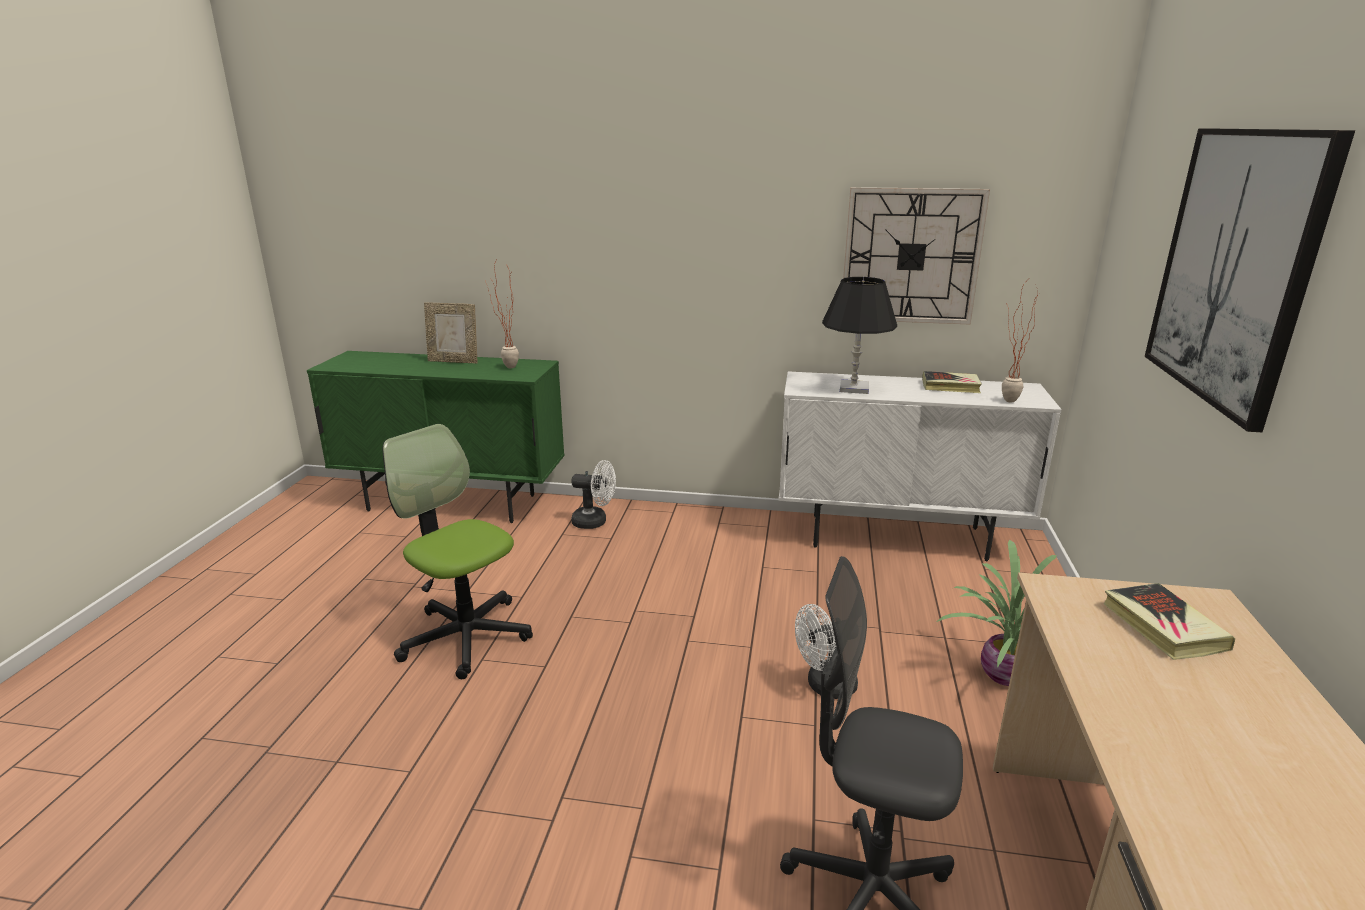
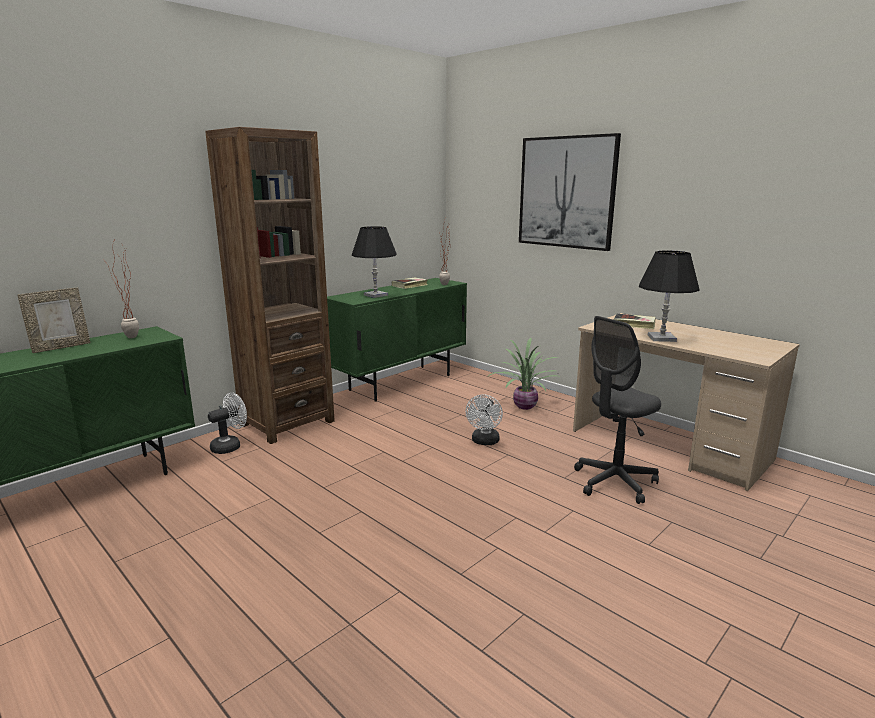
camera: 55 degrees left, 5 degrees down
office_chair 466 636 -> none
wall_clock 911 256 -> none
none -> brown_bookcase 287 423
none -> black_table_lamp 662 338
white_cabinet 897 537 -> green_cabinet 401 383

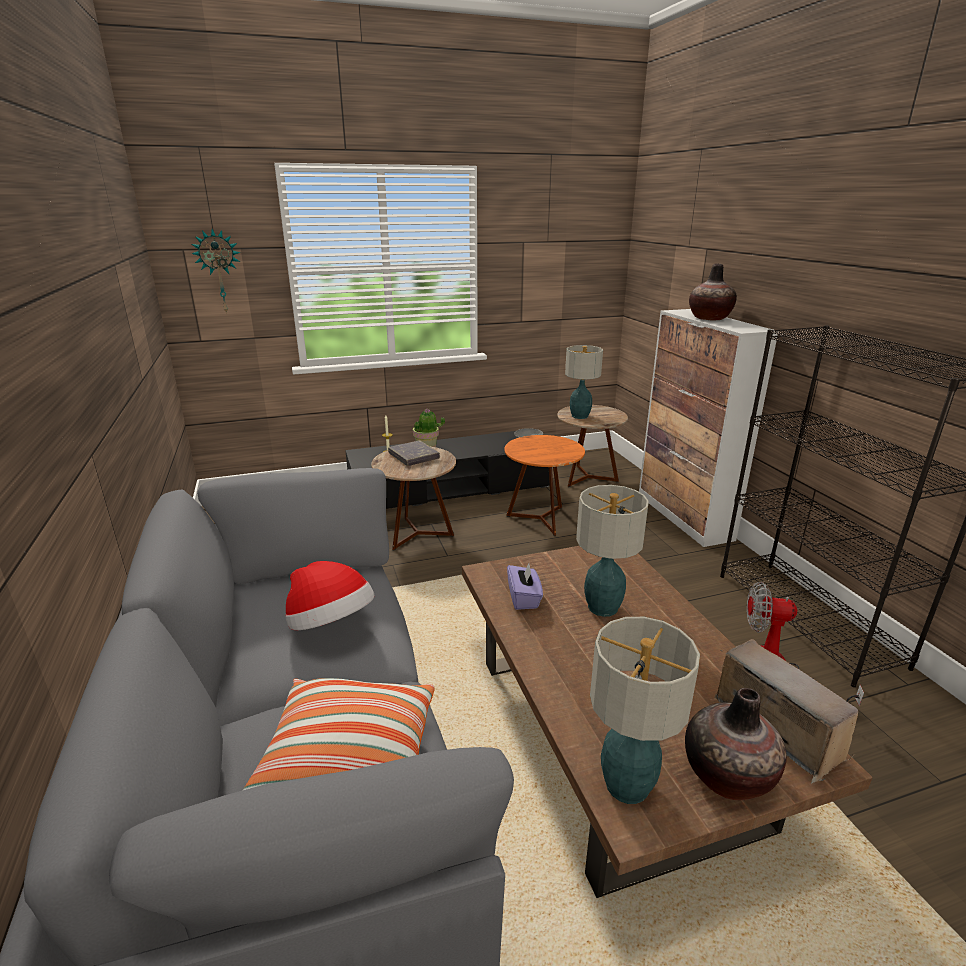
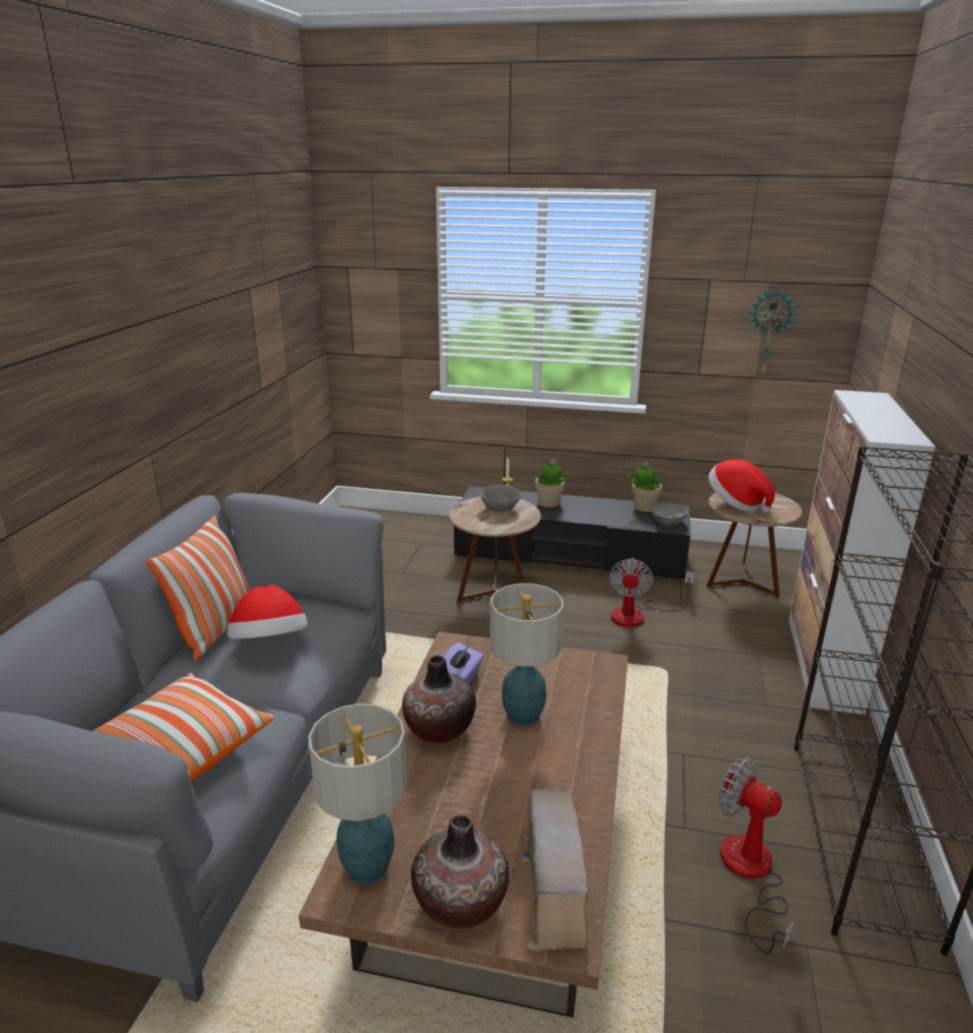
camera: 30 degrees right, 0 degrees up
none -> pillow 216 629
none -> potted_plant 644 507
wall_clock 219 271 -> wall_clock 769 331, relocated
vase 709 318 -> vase 439 728, relocated
grey_book 413 456 -> grey_bowl 499 509
orange_side_table 541 519 -> fan 638 615
table_lamp 580 416 -> hat 736 503

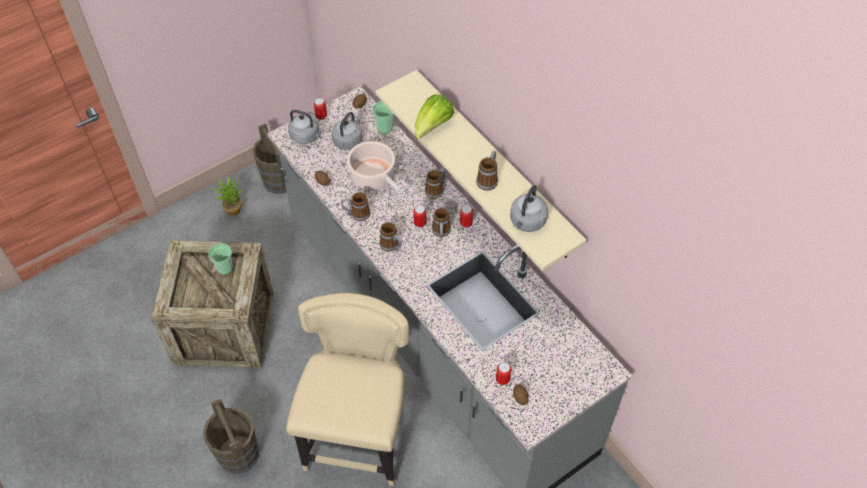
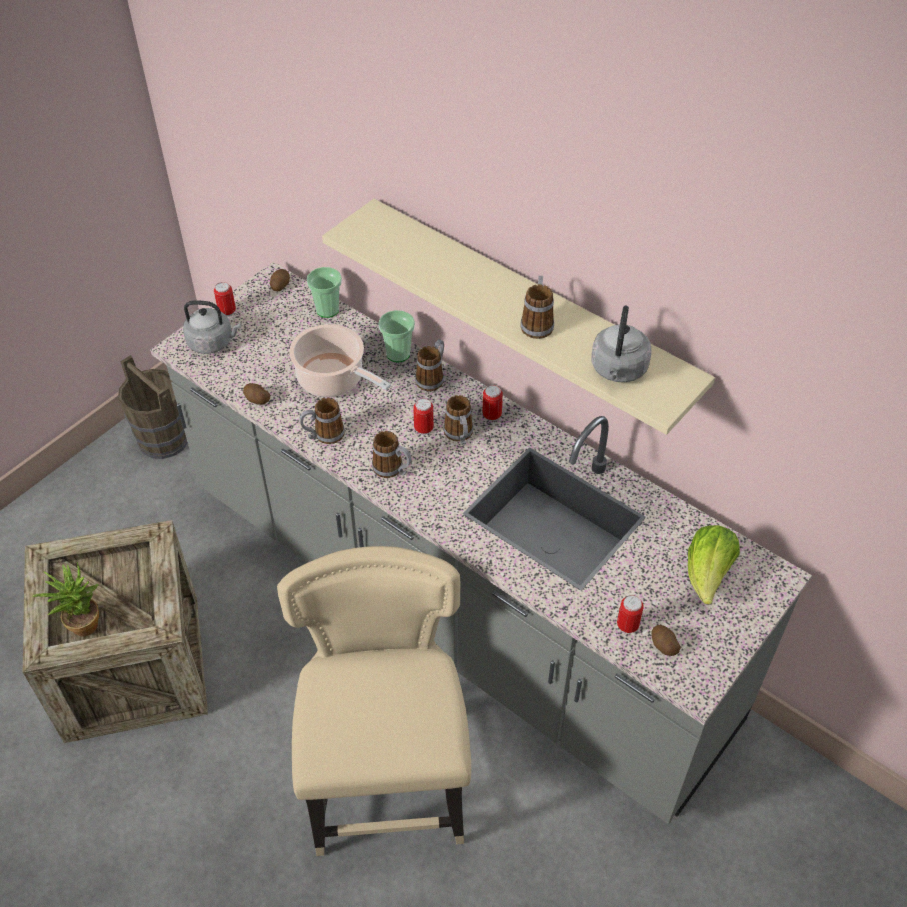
camera: 15 degrees left, 5 degrees down
brown_bucket 238 454 -> none
grey_kettle 348 140 -> none
cup 224 268 -> cup 398 354, relocated
potted_plant 232 208 -> potted_plant 81 622, relocated
lettuce 432 127 -> lettuce 707 575, relocated

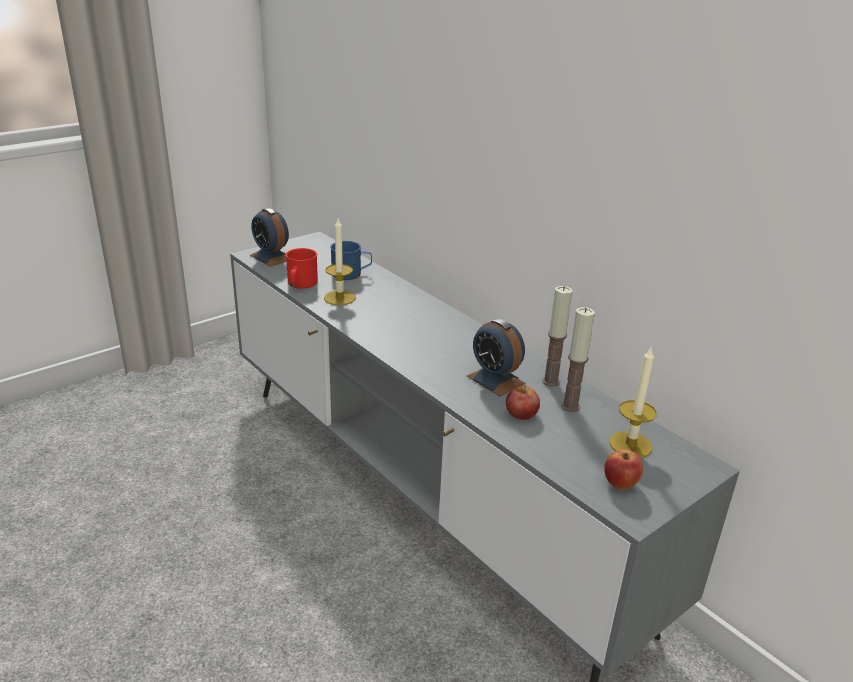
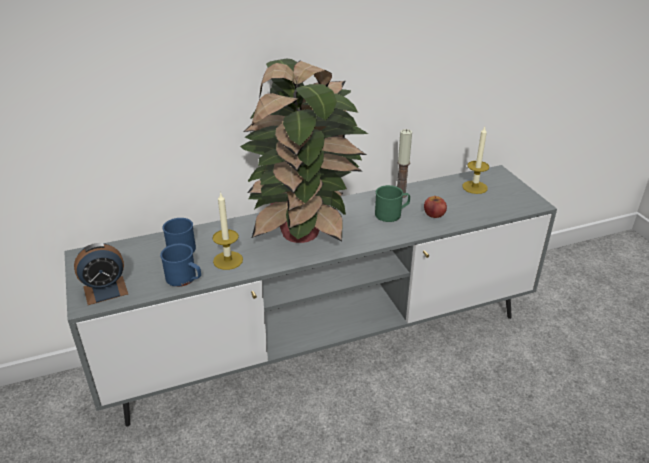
camera: 70 degrees left, 5 degrees up
candle 570 406 -> none
apple 620 483 -> none
none -> potted_plant 303 230
alarm_clock 495 380 -> green_mug 392 214
red_mug 300 284 -> blue_mug 185 279

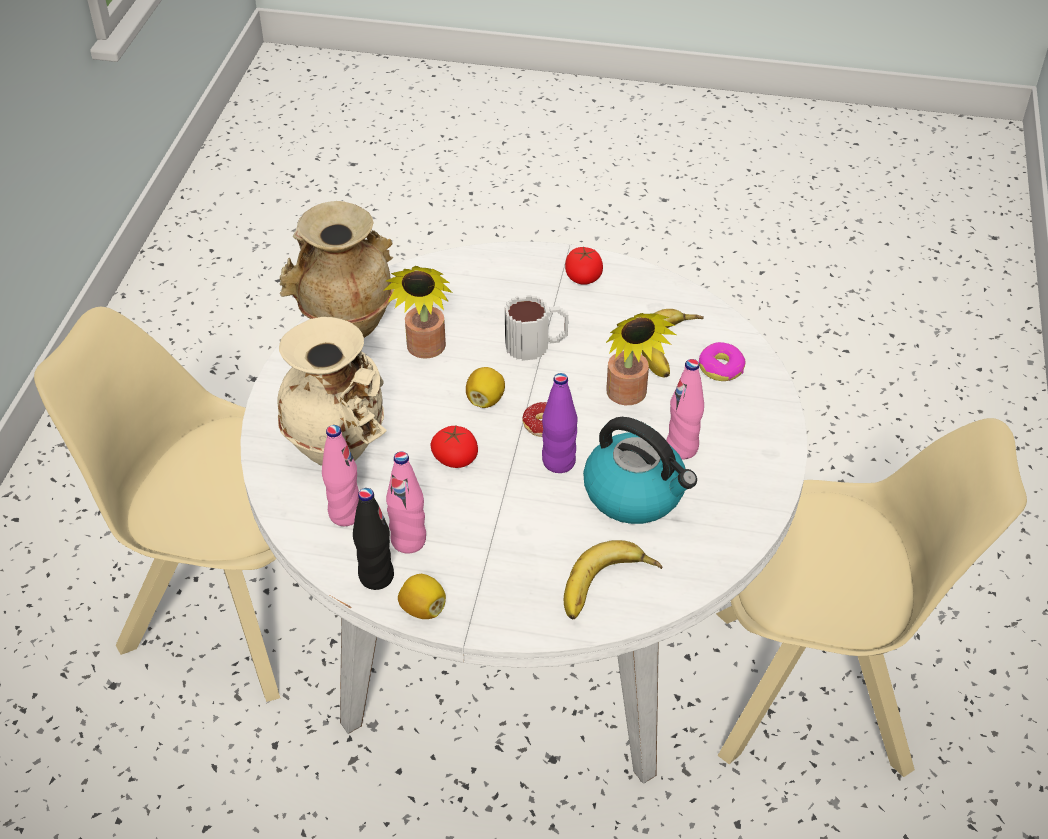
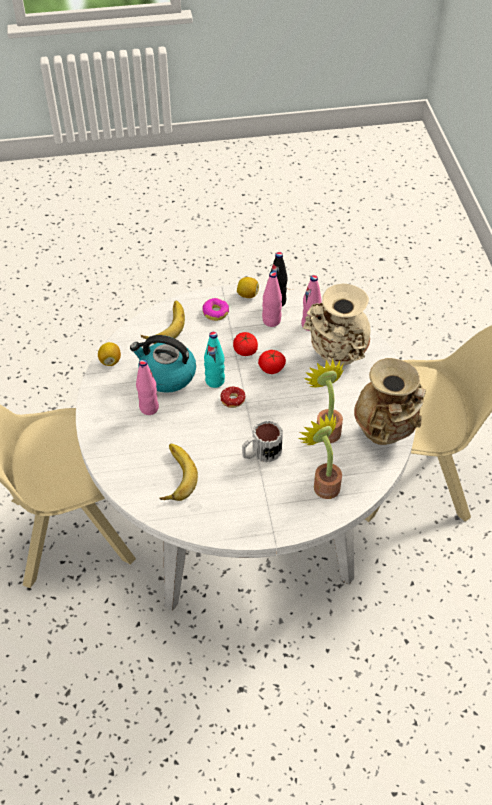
camera: 160 degrees right, 5 degrees up
lemon 485 400 -> lemon 110 361, relocated
tomato 583 277 -> tomato 245 350, relocated
potted_plant 628 397 -> potted_plant 323 483, relocated
donut 721 368 -> donut 215 312, relocated
purple_bottle 558 462 -> turquoise_bottle 215 381

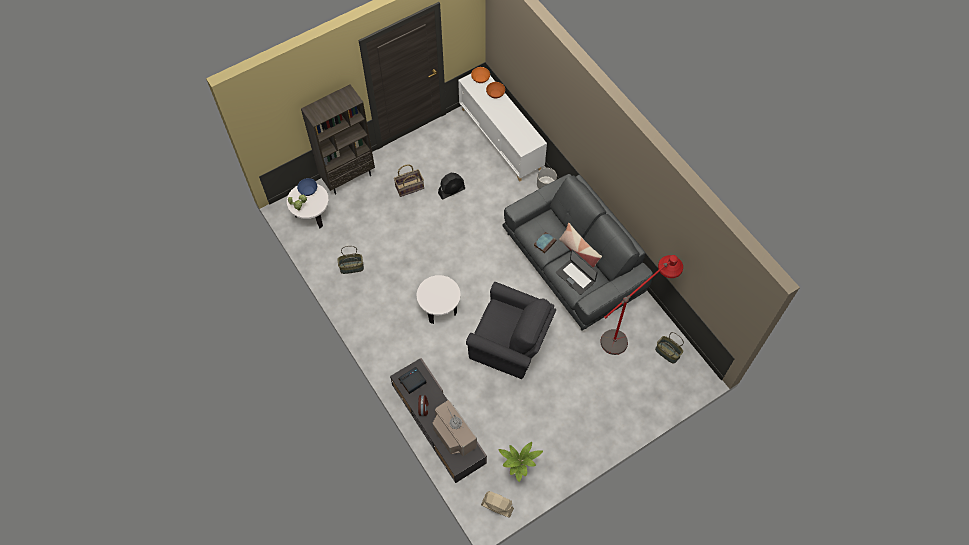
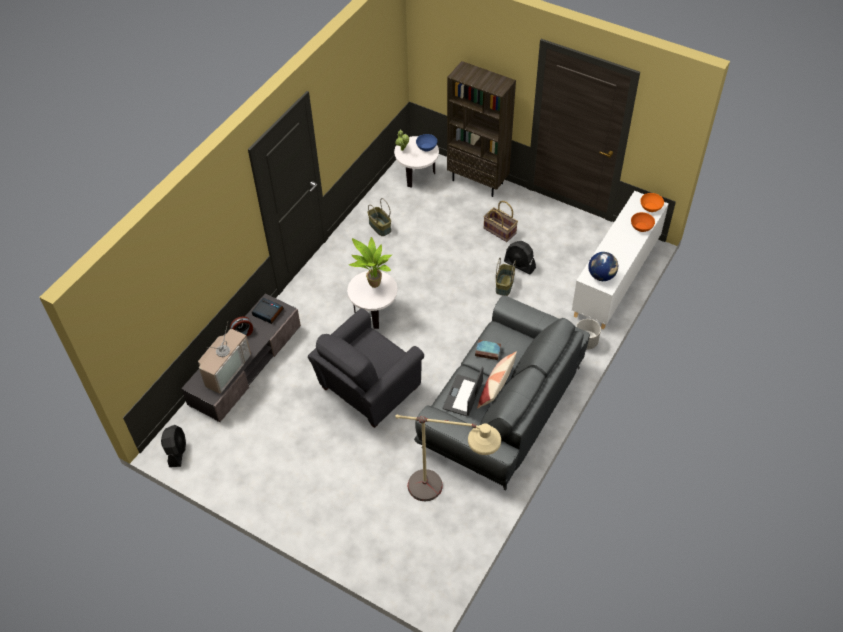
camera: 65 degrees right, 10 degrees down
none -> globe 601 276
potted_plant 518 471 -> potted_plant 373 285, relocated
basket 667 353 -> basket 504 285, relocated
beige_fan 497 506 -> black_fan 177 451
red_floor_lamp 629 332 -> beige_floor_lamp 446 496
grey_armchair 511 345 -> grey_armchair 366 390, 45 degrees clockwise

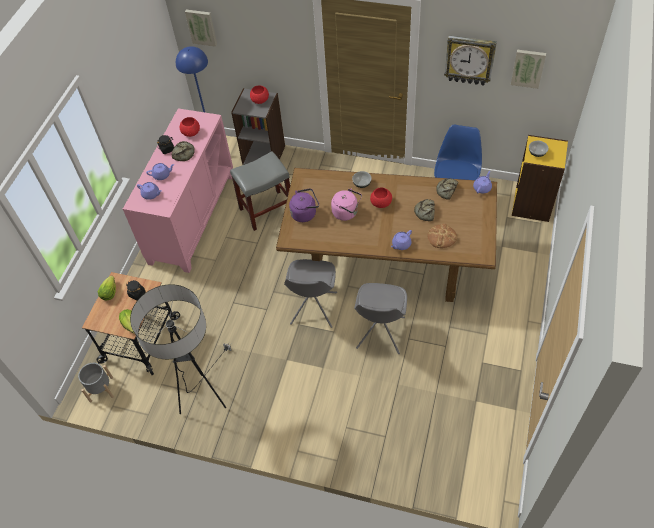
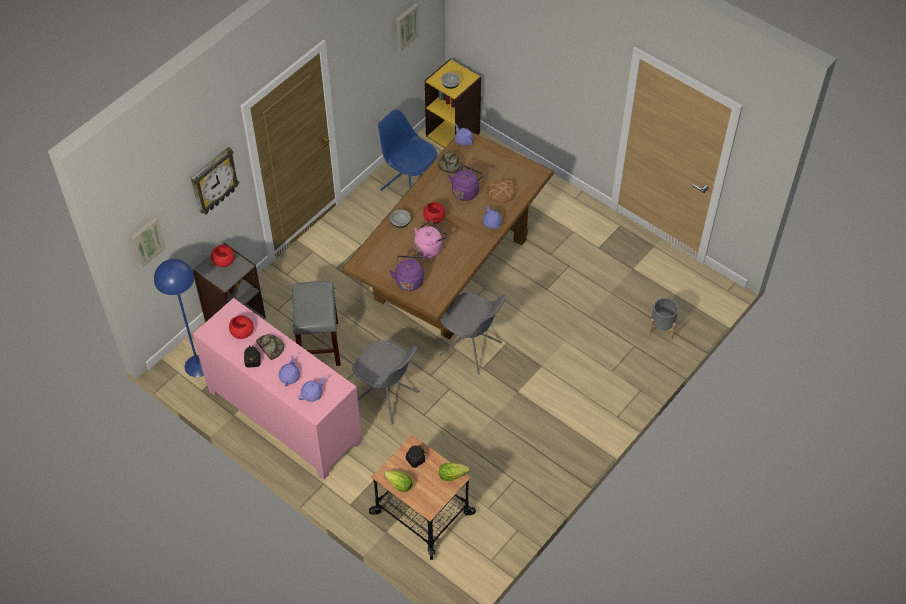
camera: 70 degrees left, 0 degrees up
floor_lamp 204 397 -> none
grey_planter 101 389 -> grey_planter 661 328, relocated
grey_chair 380 334 -> grey_chair 387 398, relocated
wall_clock 469 60 -> wall_clock 213 181, relocated
bread 425 212 -> purple_kettle 465 191

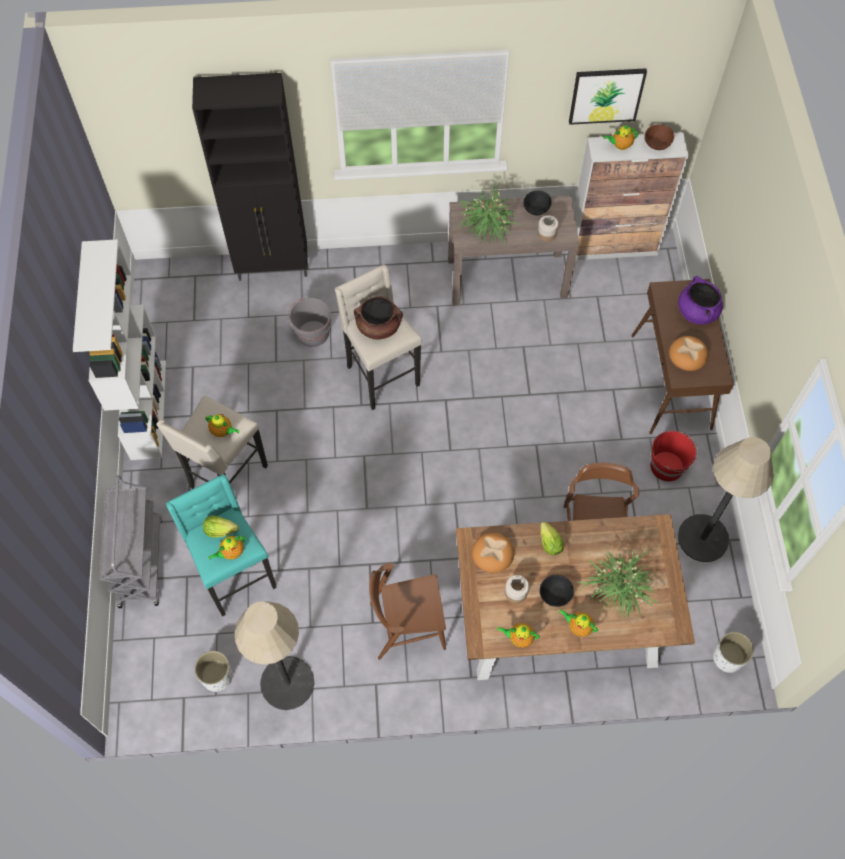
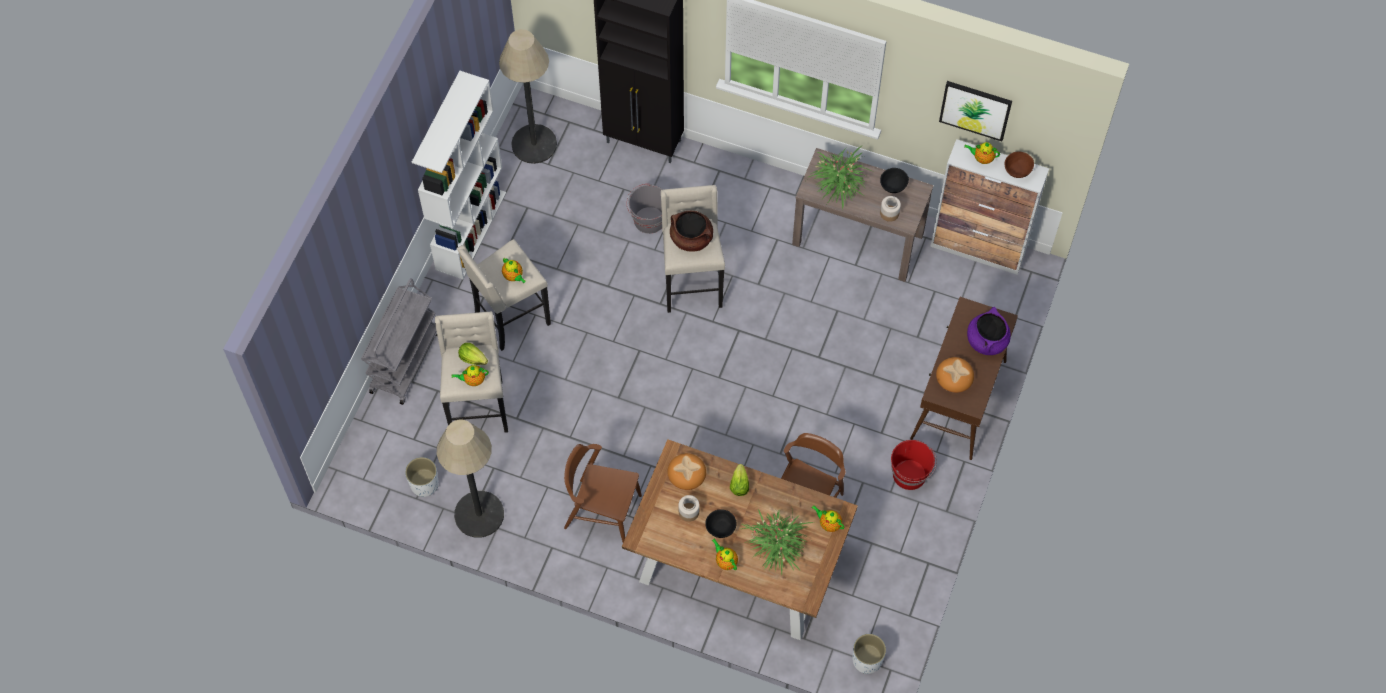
camera: 25 degrees right, 0 degrees up
teapot 519 638 -> teapot 828 524, relocated
floor_lamp 703 538 -> floor_lamp 534 144, relocated
turquoise_stool 235 575 -> beige_stool 478 407

